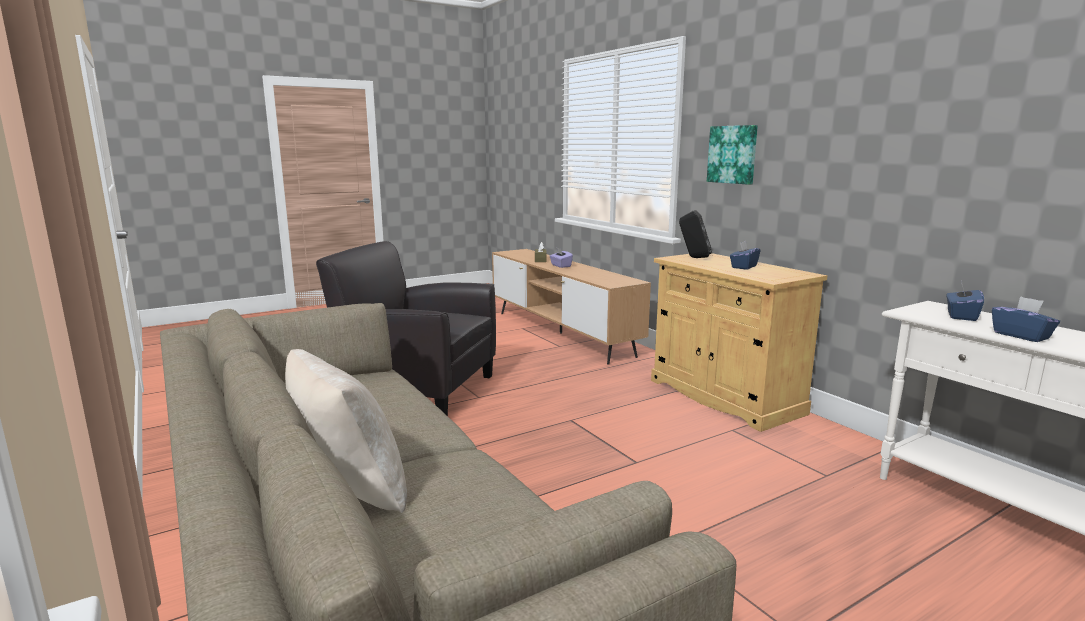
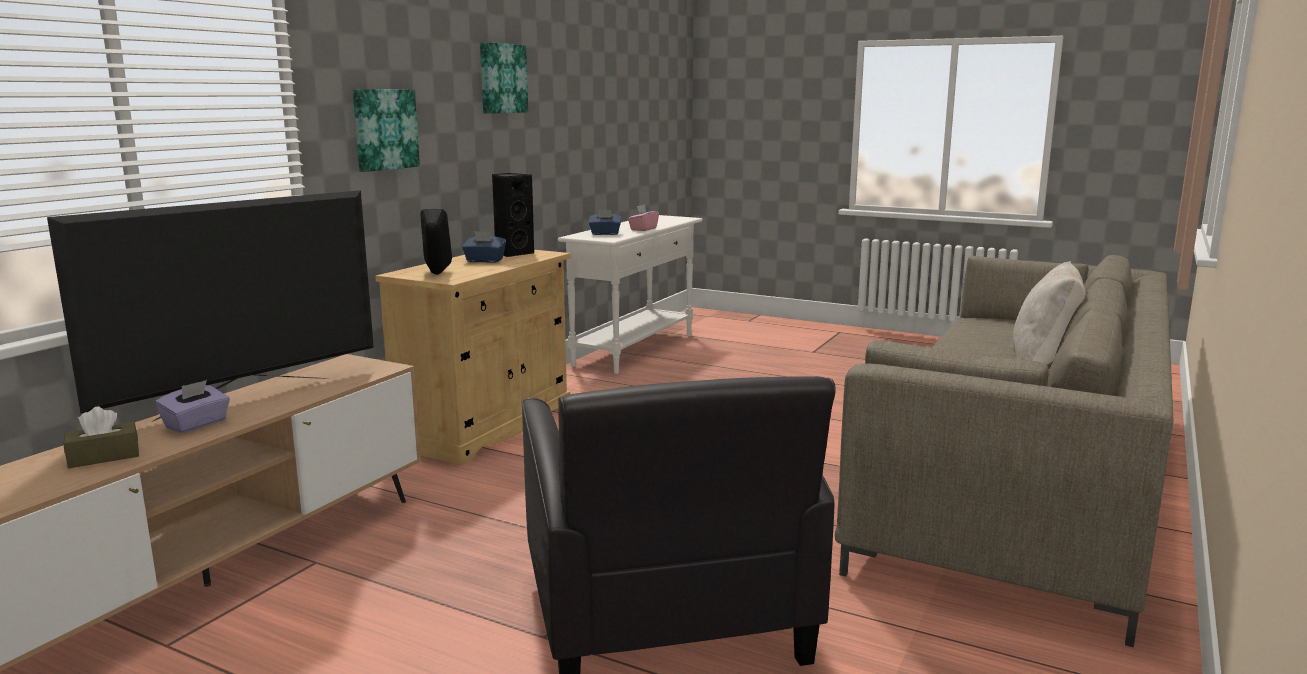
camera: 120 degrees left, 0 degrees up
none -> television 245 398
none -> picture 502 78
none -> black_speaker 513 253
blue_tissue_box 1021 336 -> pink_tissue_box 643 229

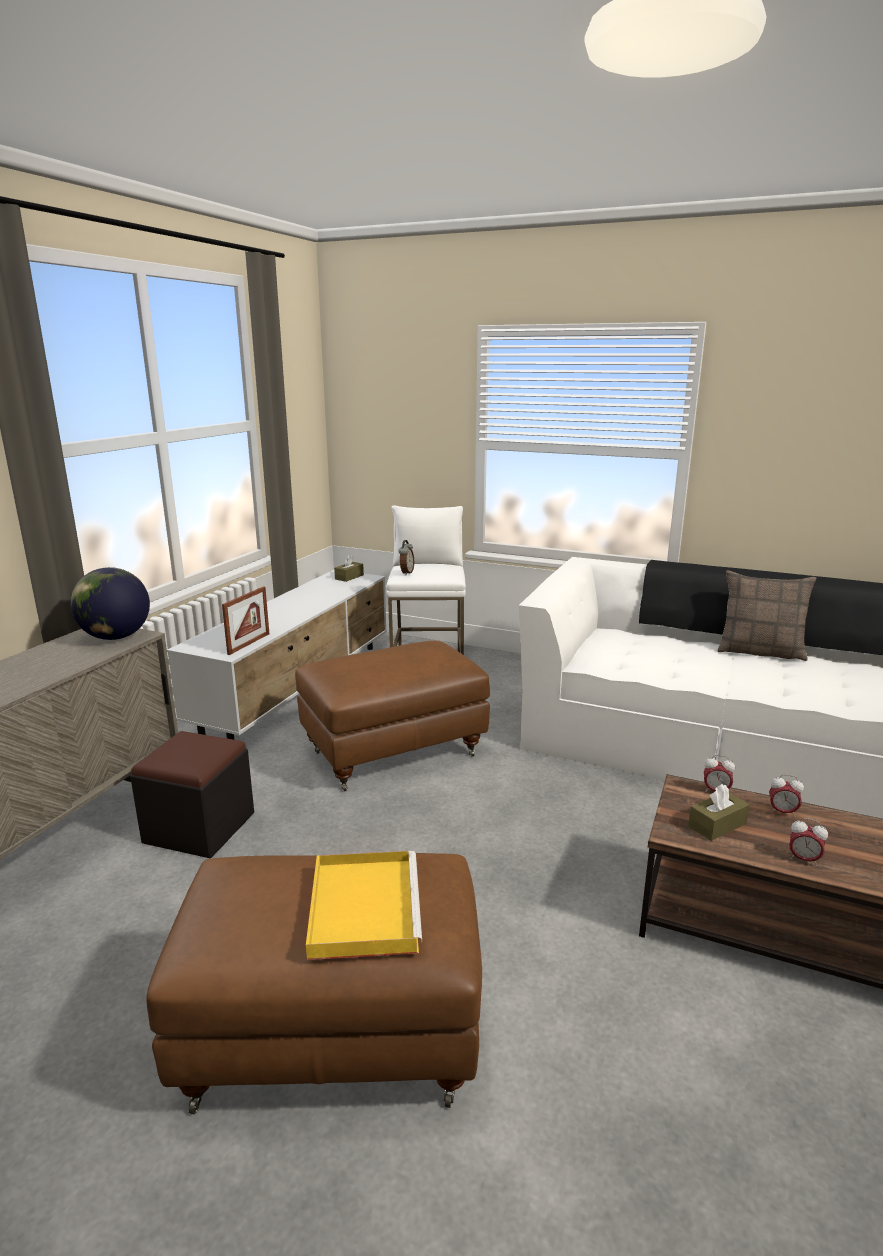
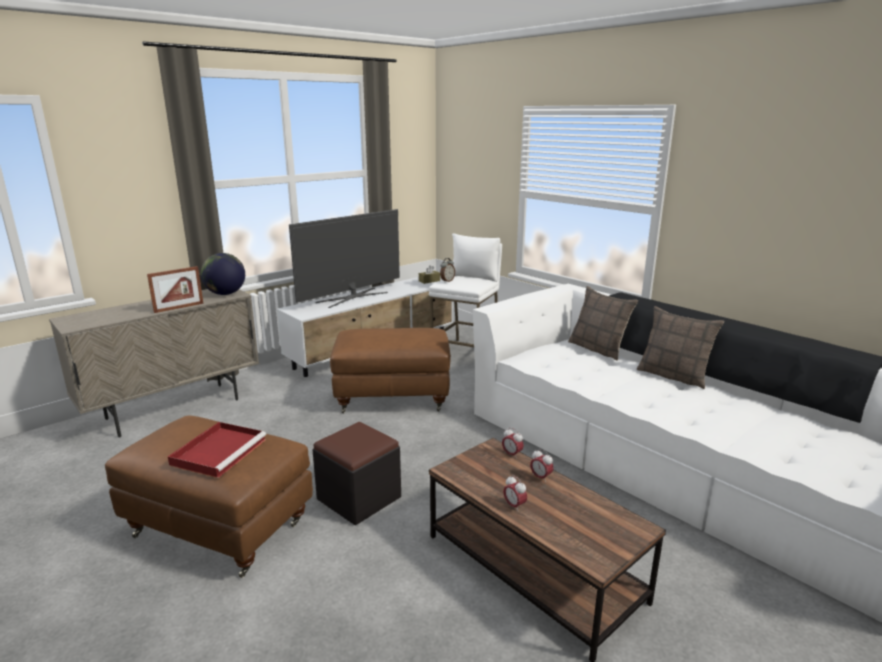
camera: 25 degrees right, 0 degrees up
brown_tissue_box 717 825 -> none
none -> television 352 297
none -> pillow 598 349
black_ottoman 199 828 -> black_ottoman 359 498, relocated
picture_frame 249 644 -> picture_frame 179 308, relocated
yellow_tray 363 906 -> red_tray 220 451

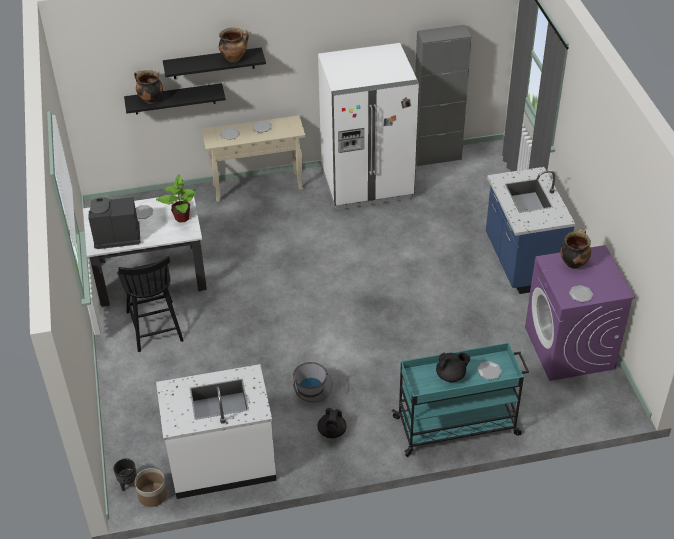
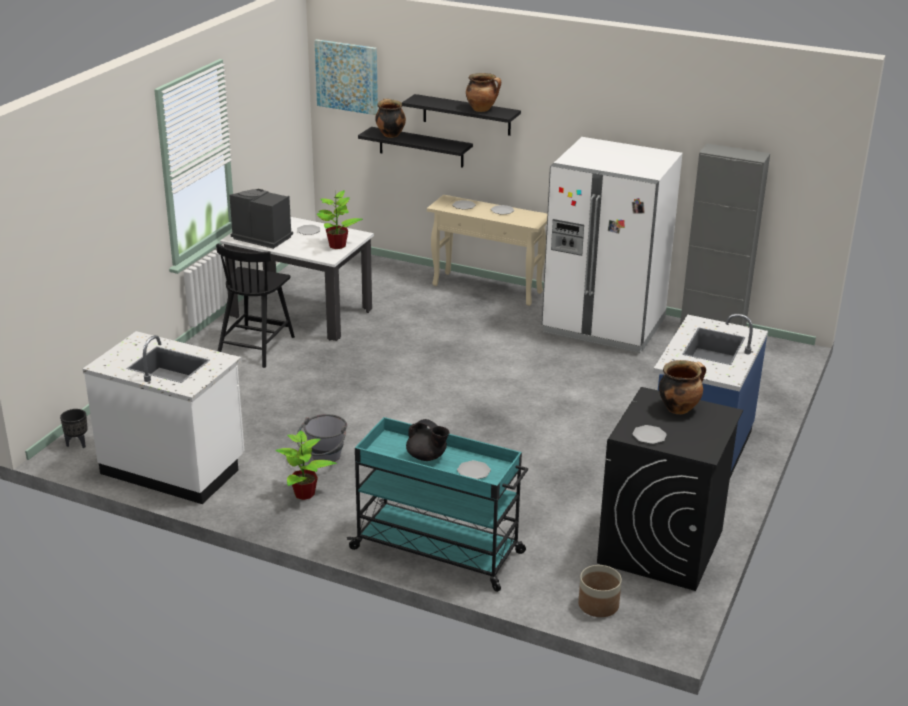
camera: 35 degrees right, 15 degrees down
none -> picture 347 76
planter 152 495 -> planter 598 605, relocated
black_teapot 332 432 -> potted_plant 304 494
purple_washing_machine 569 348 -> black_washing_machine 661 547

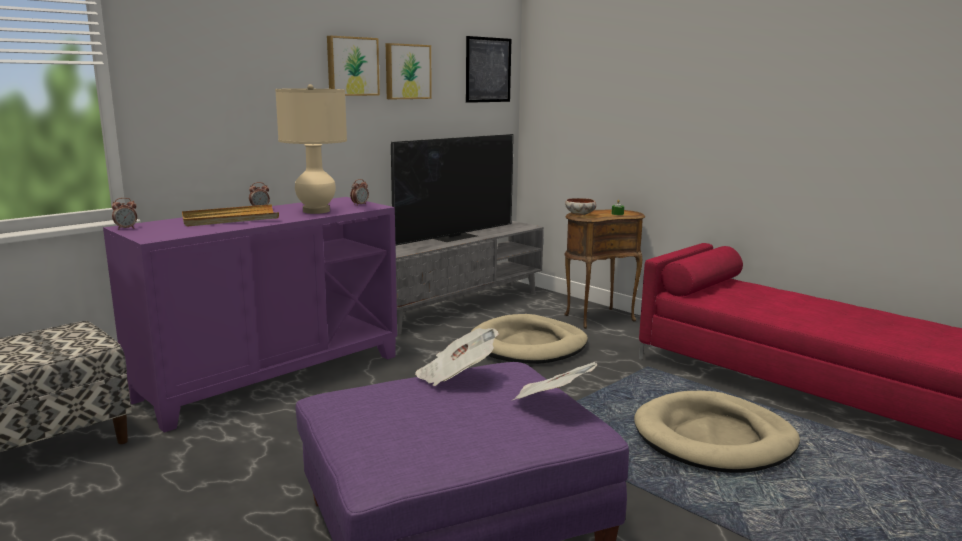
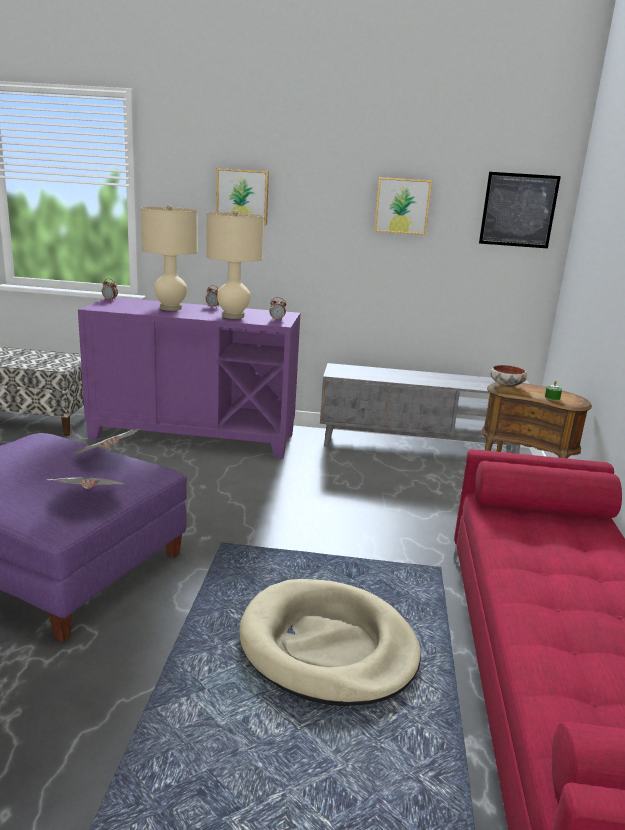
camera: 50 degrees right, 5 degrees up
television 455 236 -> none
beige_dog_bed 529 345 -> none
picture 352 66 -> picture 242 196, relocated
beige_tray 230 219 -> beige_table_lamp 170 308

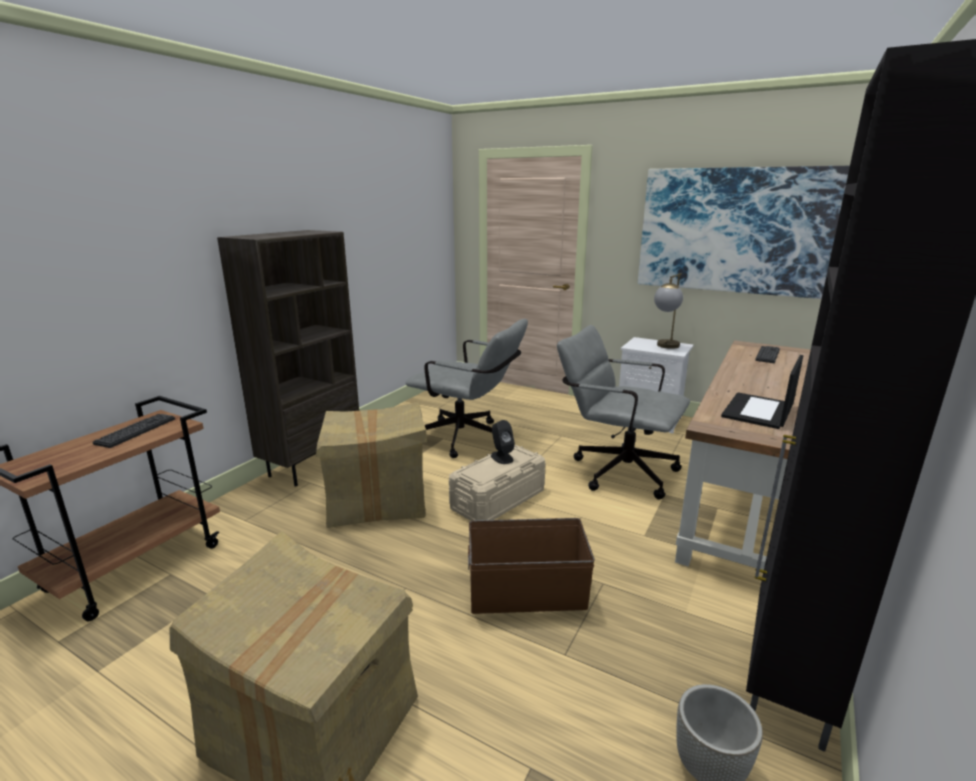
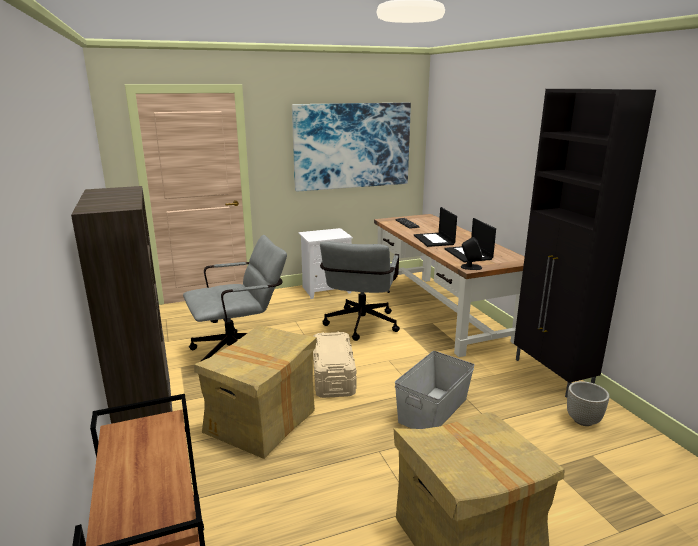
camera: 50 degrees left, 0 degrees up
keyboard 136 431 -> none
table_lamp 665 347 -> none
none -> laptop 434 240
black_speaker 501 457 -> black_speaker 471 267, relocated
brown_storage_box 527 593 -> grey_storage_box 434 410
grey_office_chair 615 470 -> grey_office_chair 360 327, 60 degrees counterclockwise

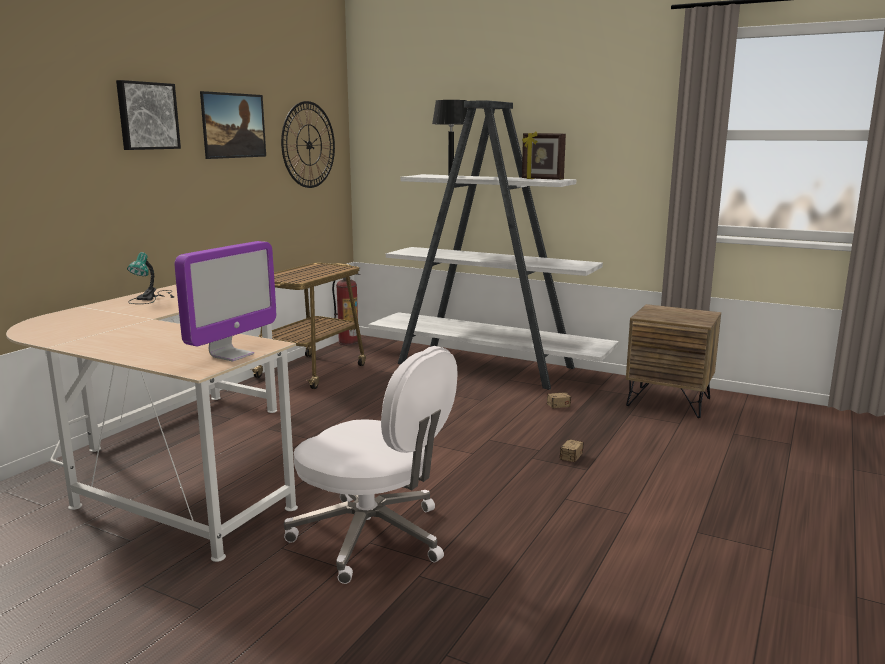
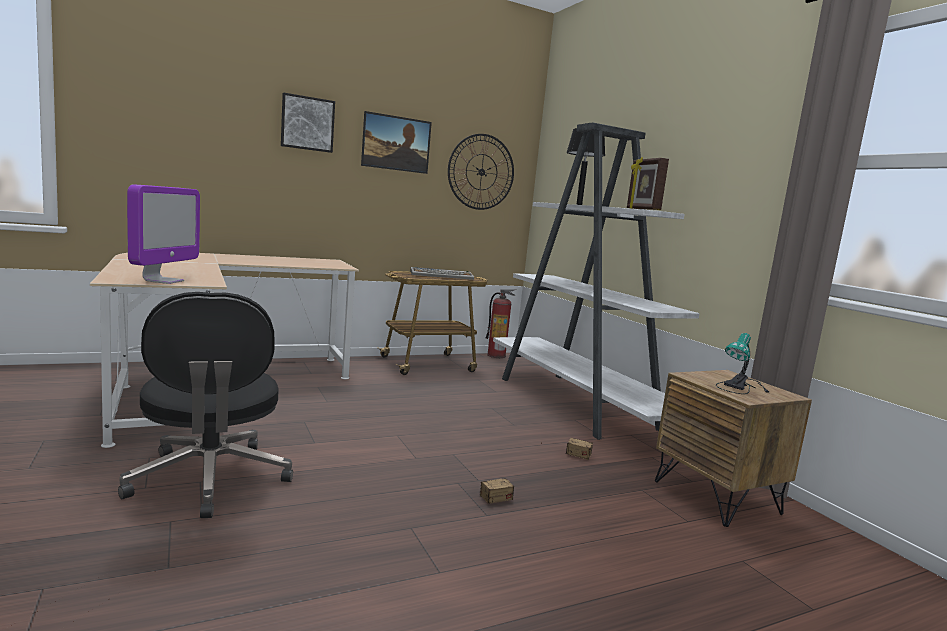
camera: 35 degrees right, 5 degrees down
none -> keyboard 442 275
table_lamp 153 297 -> table_lamp 742 386, relocated
white_office_chair 373 537 -> black_office_chair 210 479
monitor 232 355 -> monitor 163 281, 60 degrees counterclockwise

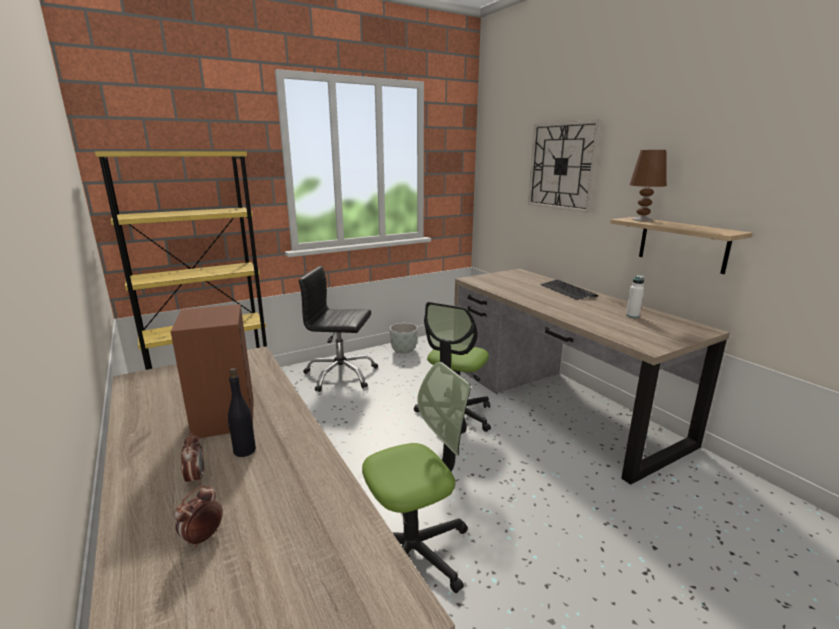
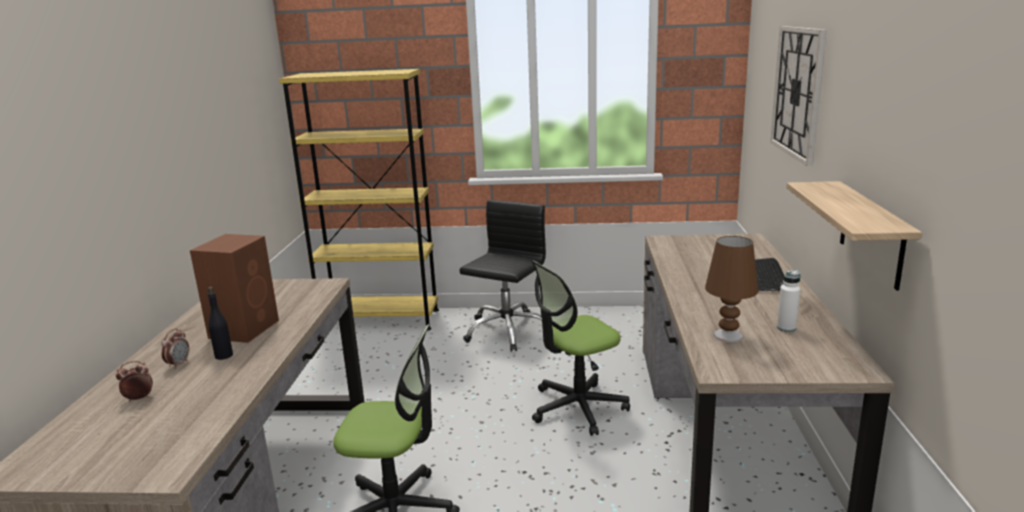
camera: 35 degrees right, 0 degrees up
grey_planter 404 350 -> none
brown_table_lamp 642 220 -> brown_table_lamp 728 336, relocated
black_office_chair 340 375 -> black_office_chair 507 331, 75 degrees clockwise

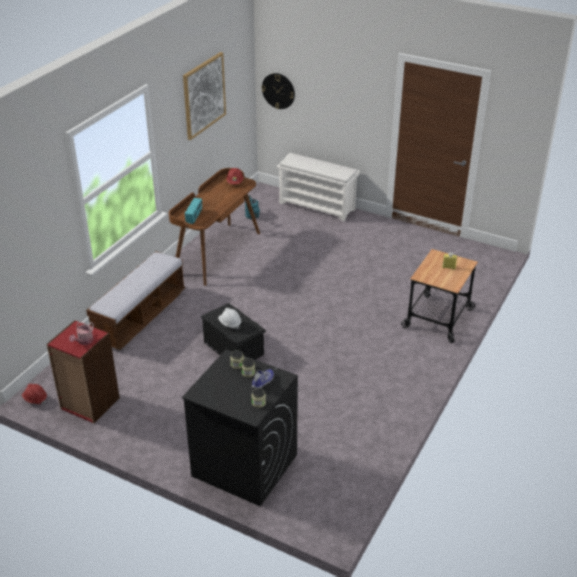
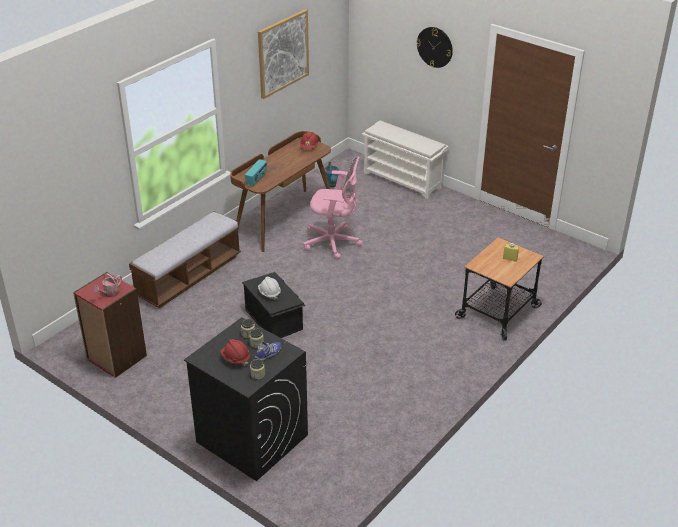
camera: 10 degrees right, 0 degrees up
none -> pink_office_chair 334 243
red_hard_hat 35 399 -> red_hard_hat 235 358, relocated
wall_clock 278 91 -> wall_clock 435 47, relocated

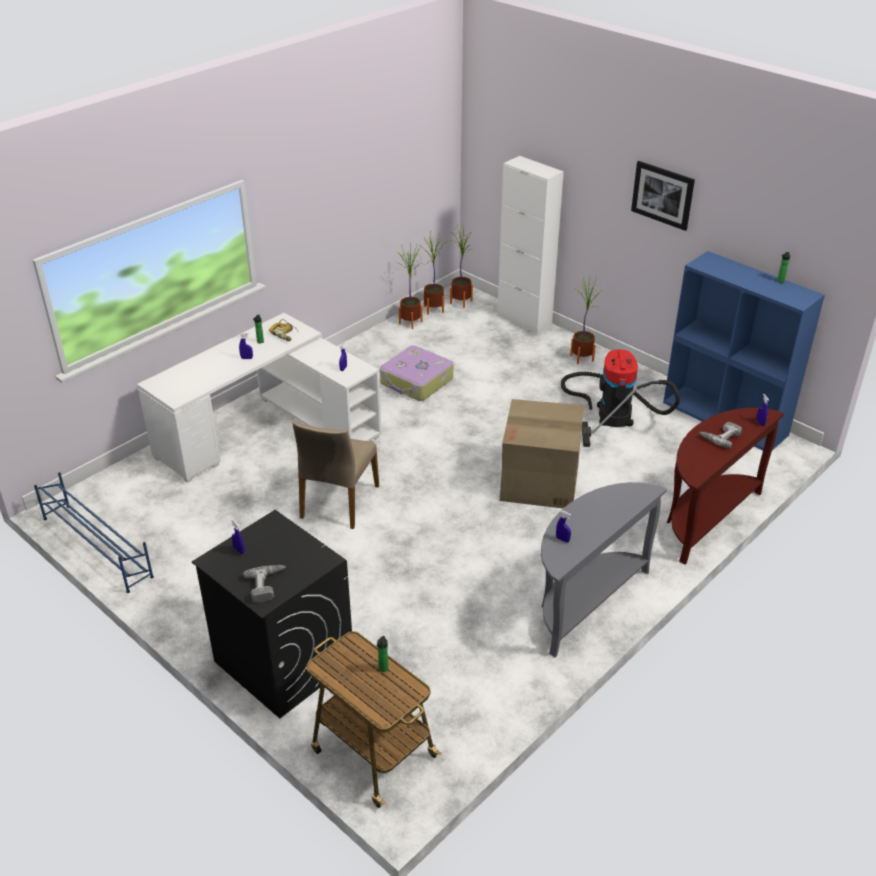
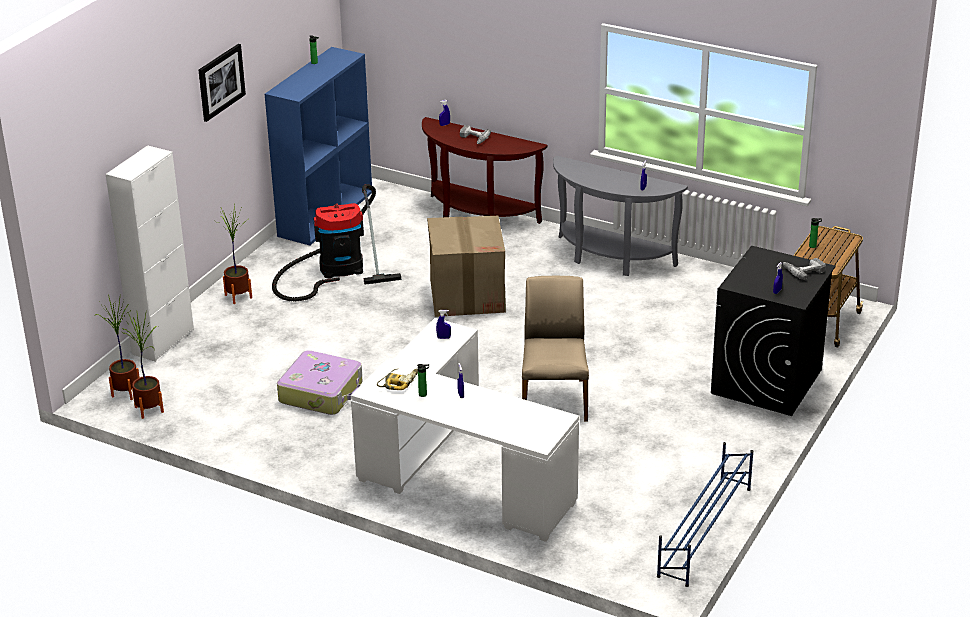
camera: 105 degrees left, 5 degrees down
potted_plant 410 323 -> none
beige_chair 338 502 -> beige_chair 554 399, 90 degrees counterclockwise

